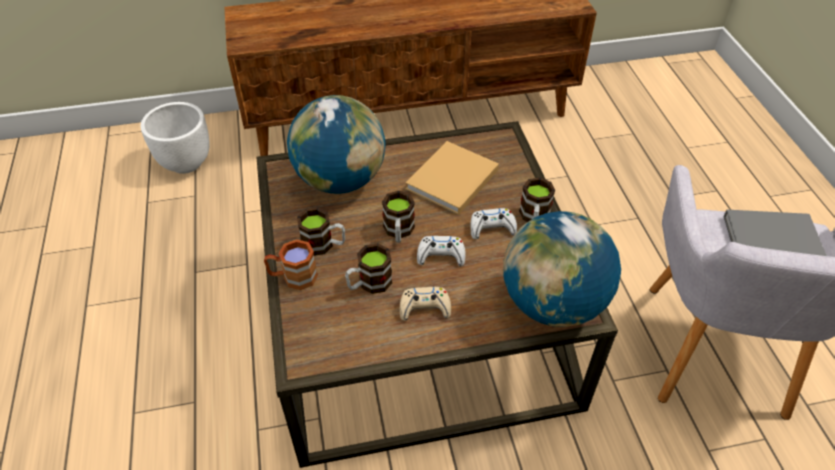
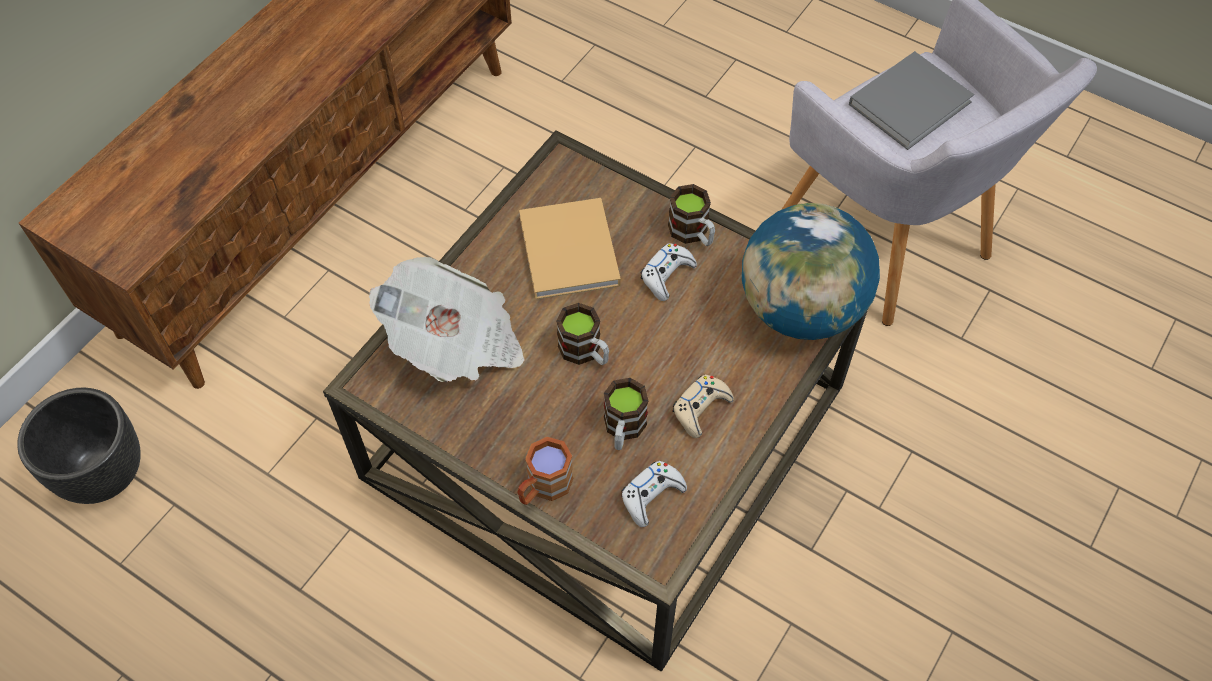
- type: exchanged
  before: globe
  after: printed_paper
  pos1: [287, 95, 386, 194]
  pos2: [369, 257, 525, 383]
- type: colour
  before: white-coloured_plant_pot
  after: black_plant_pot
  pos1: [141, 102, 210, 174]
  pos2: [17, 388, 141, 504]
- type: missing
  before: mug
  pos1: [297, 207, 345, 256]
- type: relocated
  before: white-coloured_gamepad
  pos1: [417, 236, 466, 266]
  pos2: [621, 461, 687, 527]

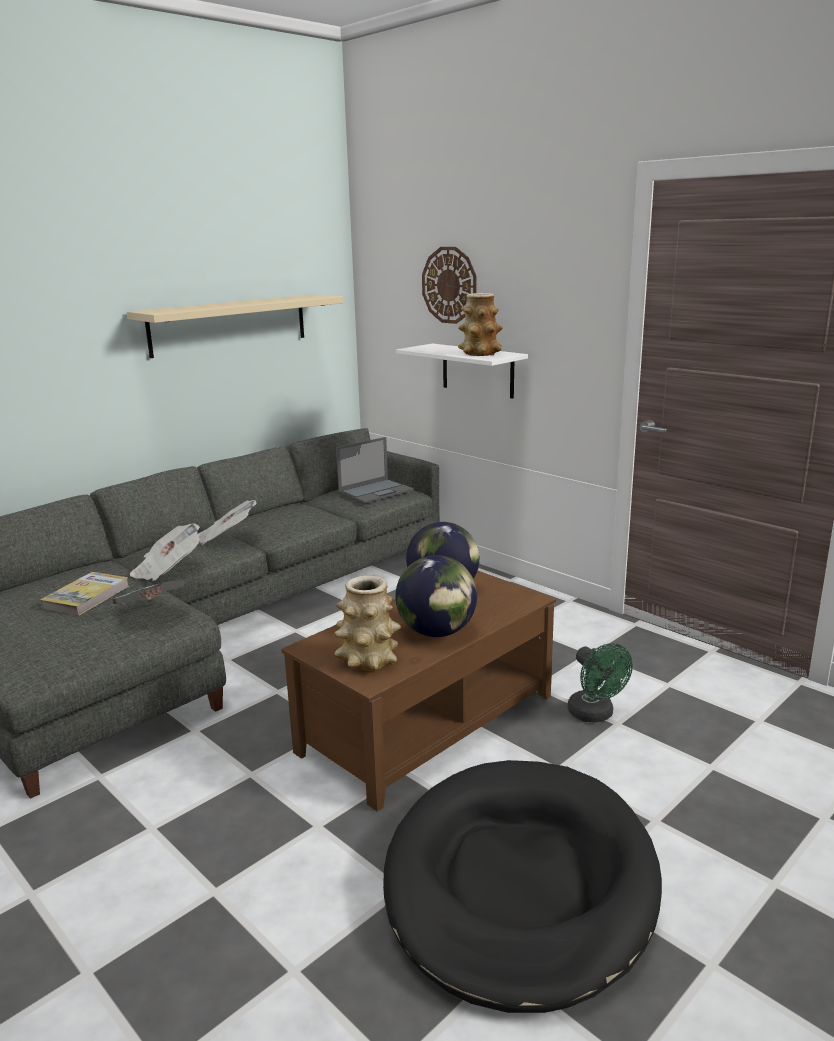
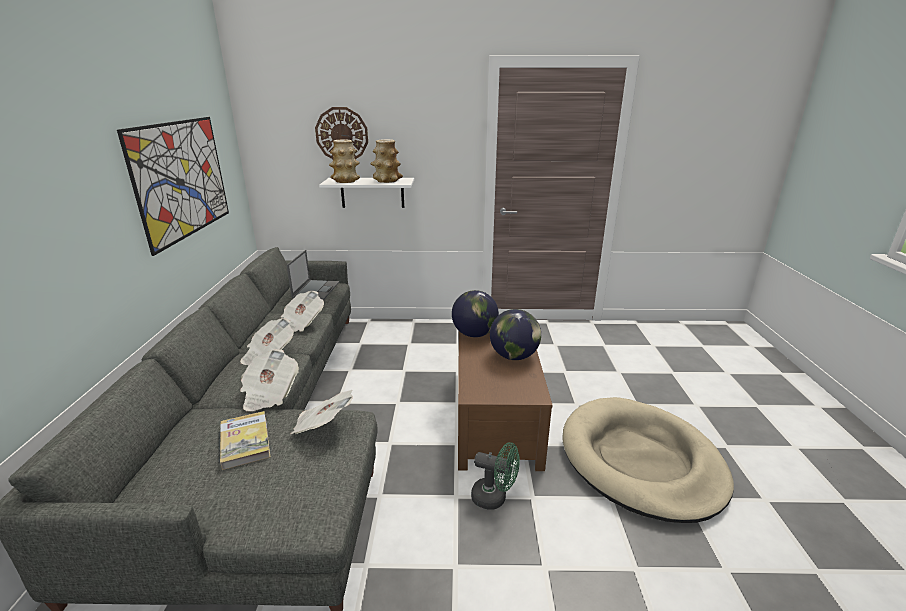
- type: exchanged
  before: beige-coloured_shelf
  after: picture
  pos1: [127, 295, 343, 358]
  pos2: [117, 117, 229, 256]
- type: relocated
  before: vase
  pos1: [334, 575, 401, 671]
  pos2: [329, 139, 360, 183]
- type: relocated
  before: green-coloured_cooling_fan
  pos1: [568, 643, 633, 723]
  pos2: [471, 442, 520, 510]
- type: colour
  before: black_dog_cushion
  after: beige-coloured_dog_cushion
  pos1: [383, 760, 662, 1013]
  pos2: [562, 397, 734, 523]
- type: appeared
  after: printed_paper
  pos2: [281, 291, 324, 332]

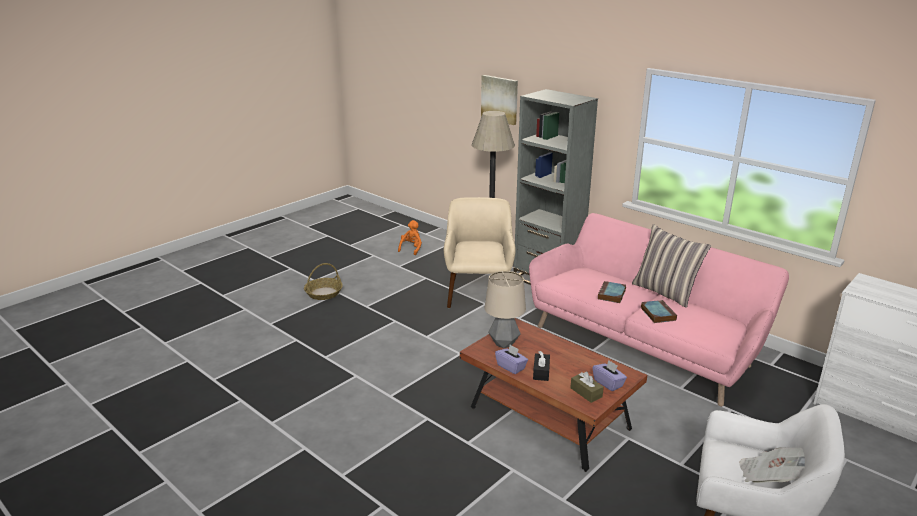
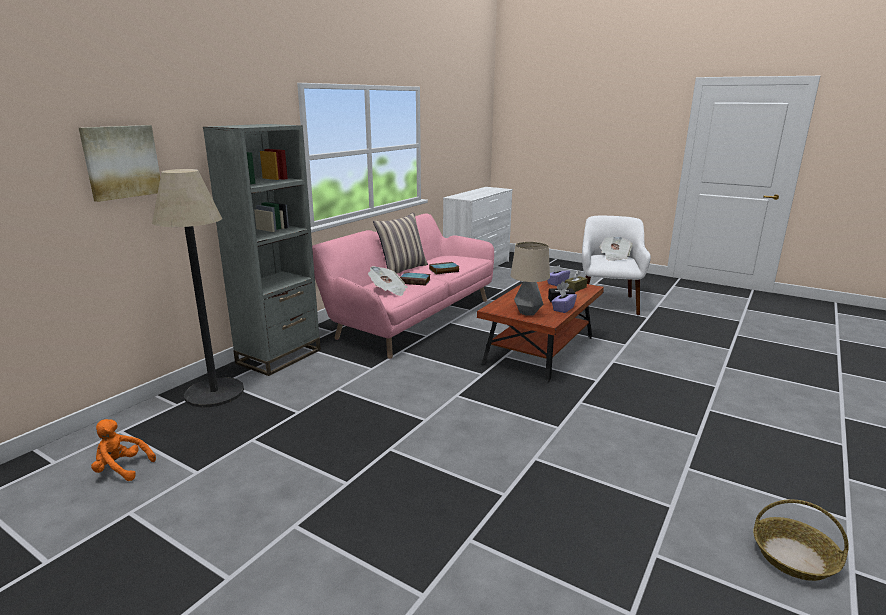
- type: missing
  before: beige-coloured_lounge_chair
  pos1: [444, 197, 516, 308]
- type: relocated
  before: storage_basket
  pos1: [304, 263, 343, 300]
  pos2: [753, 499, 849, 581]
- type: appeared
  after: printed_paper
  pos2: [368, 266, 408, 296]

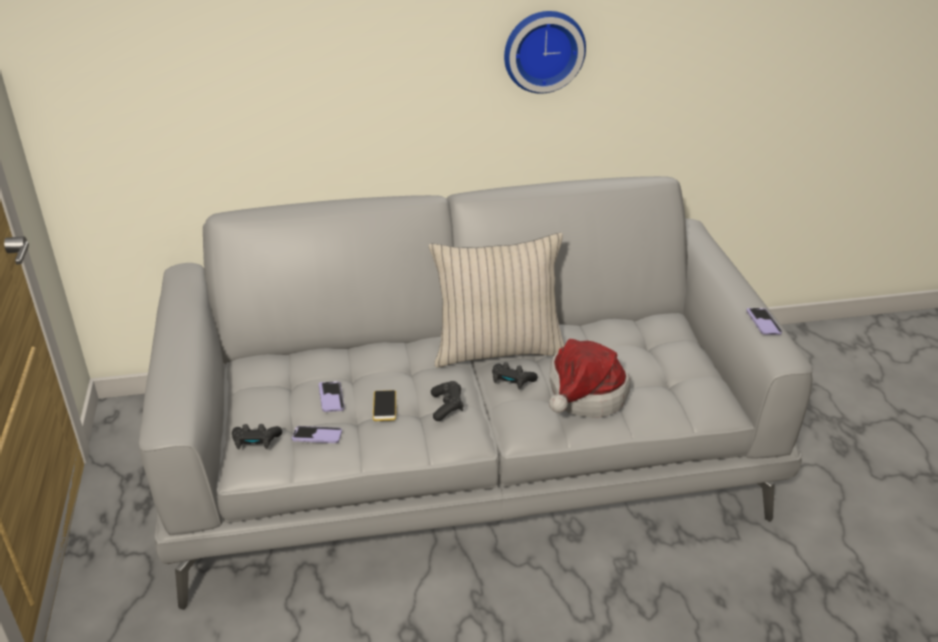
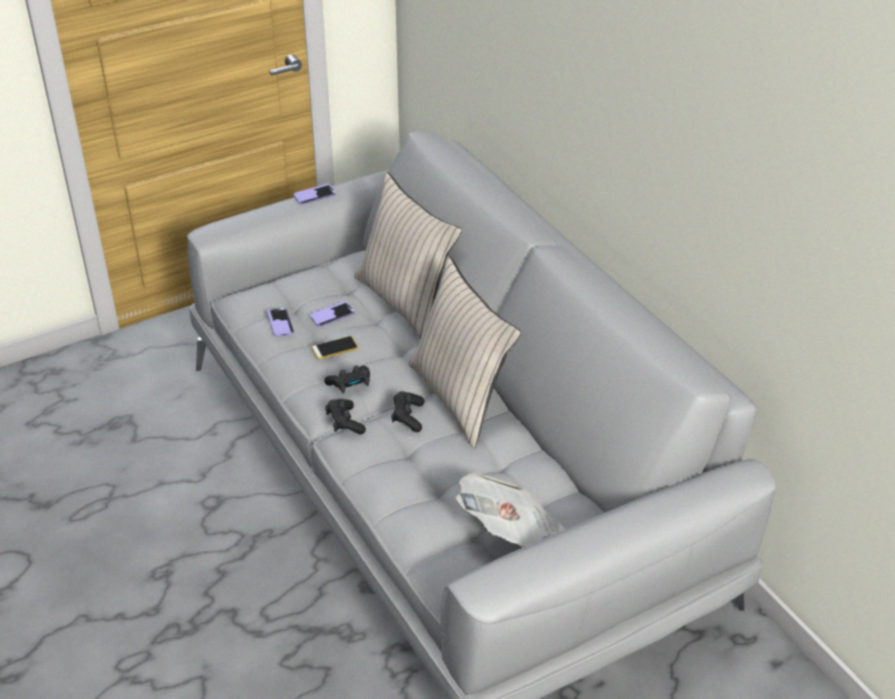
- type: missing
  before: hanging_clock
  pos1: [504, 11, 586, 94]
- type: relocated
  before: handset
  pos1: [746, 308, 782, 335]
  pos2: [294, 184, 336, 205]
- type: missing
  before: wearable_hat
  pos1: [549, 339, 630, 418]
- type: relocated
  before: black_gamepad
  pos1: [232, 424, 282, 450]
  pos2: [325, 399, 366, 434]
- type: appeared
  after: beige-coloured_throw_pillow
  pos2: [354, 172, 462, 340]
- type: appeared
  after: printed_paper
  pos2: [455, 473, 566, 547]

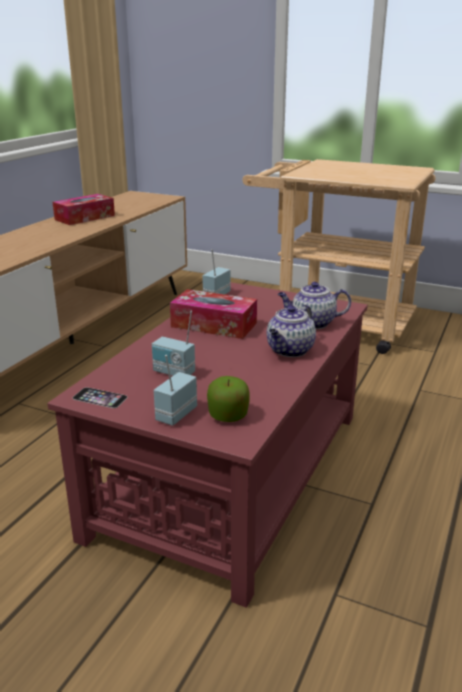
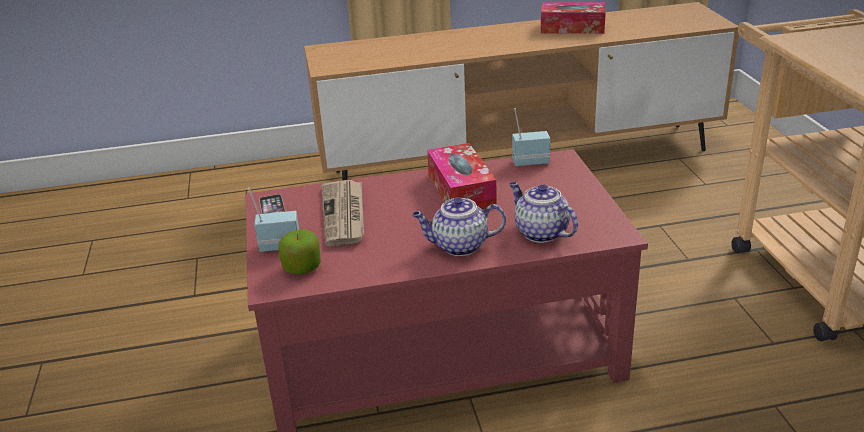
- type: exchanged
  before: radio
  after: printed_paper
  pos1: [152, 311, 195, 376]
  pos2: [321, 180, 364, 246]

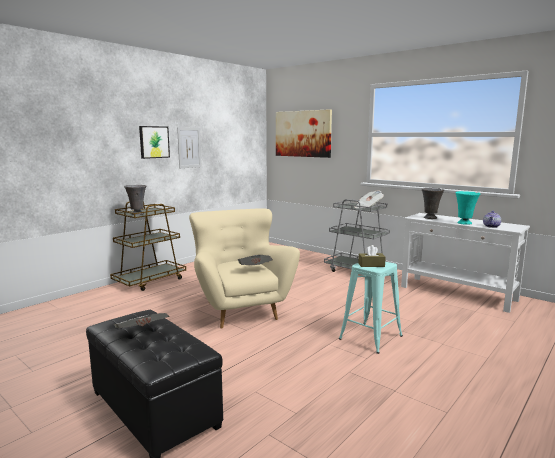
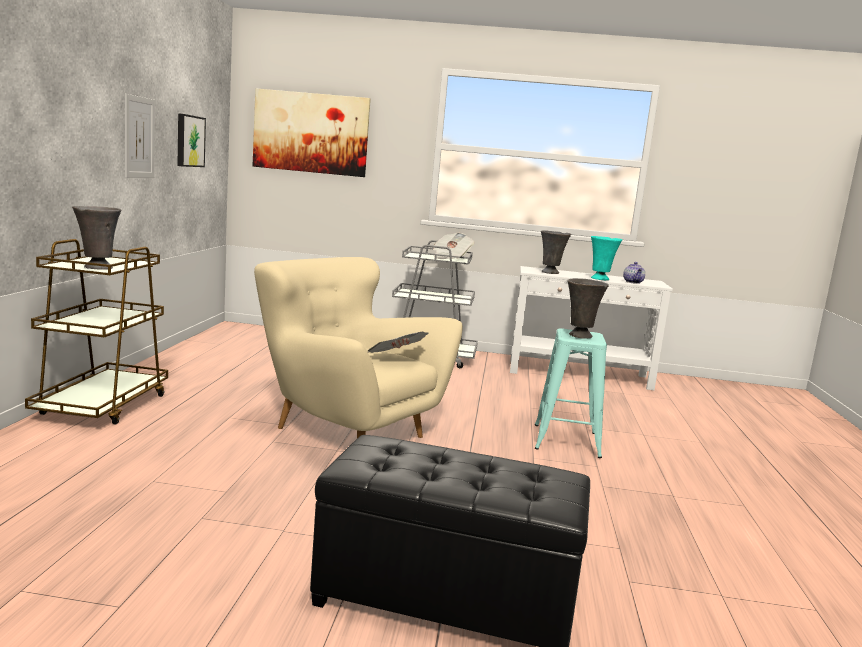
- type: relocated
  before: picture
  pos1: [139, 126, 170, 159]
  pos2: [178, 113, 206, 167]
- type: exchanged
  before: brownish_tissue_box
  after: grey_vase
  pos1: [358, 245, 386, 267]
  pos2: [567, 278, 609, 339]
- type: missing
  before: printed_paper
  pos1: [113, 313, 169, 328]

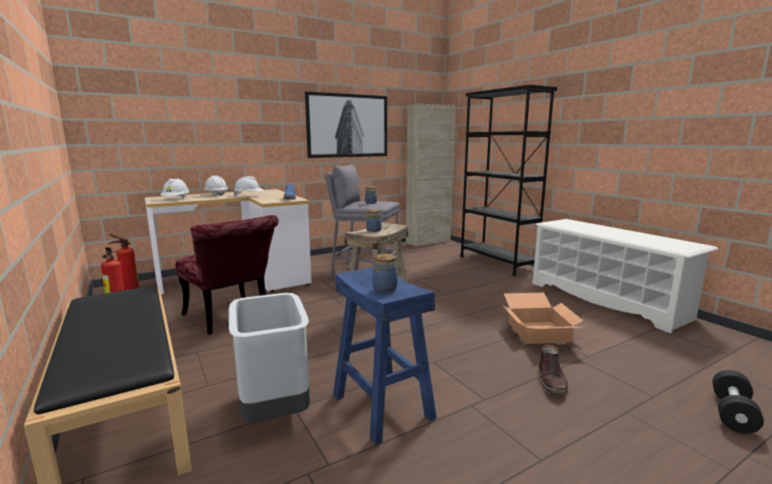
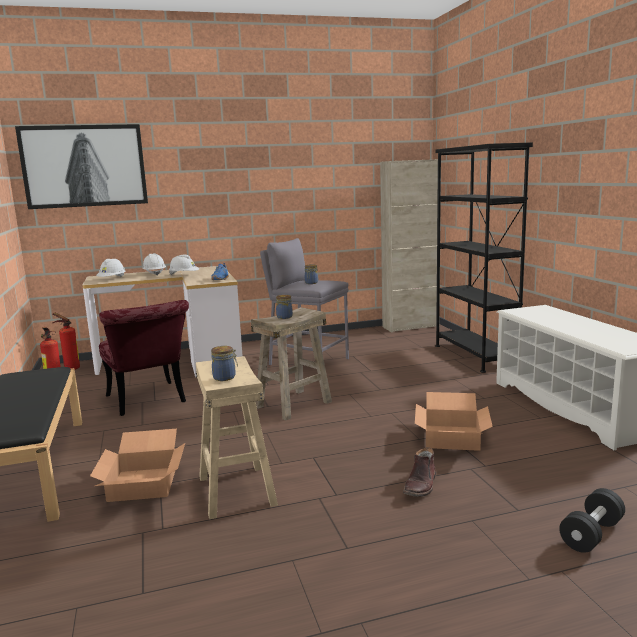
- type: relocated
  before: picture
  pos1: [305, 91, 387, 158]
  pos2: [15, 124, 148, 209]
- type: colour
  before: blue-coloured_sitting_stool
  after: beige-coloured_sitting_stool
  pos1: [333, 267, 437, 445]
  pos2: [196, 356, 278, 519]
- type: exchanged
  before: grey_trash_can
  after: cardboard_box
  pos1: [229, 293, 310, 422]
  pos2: [90, 429, 185, 502]

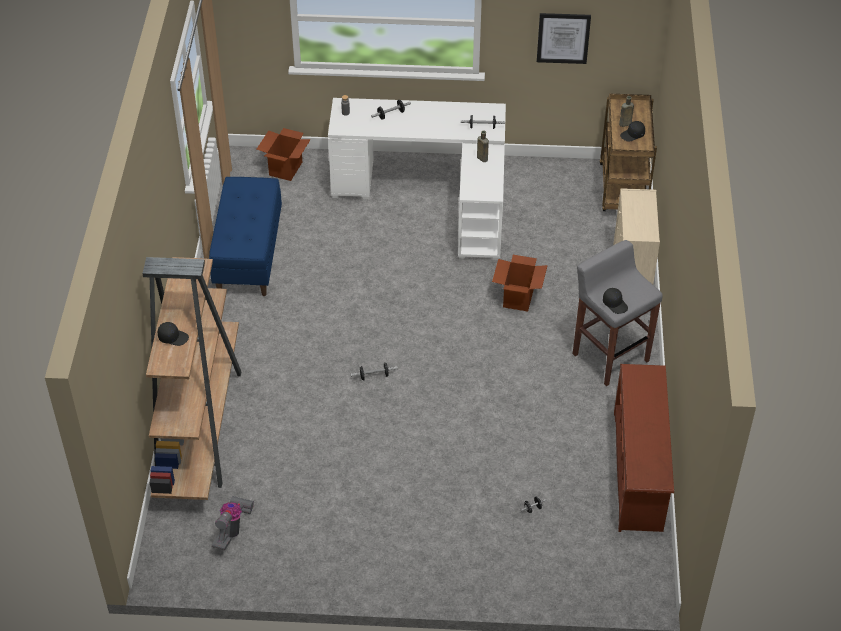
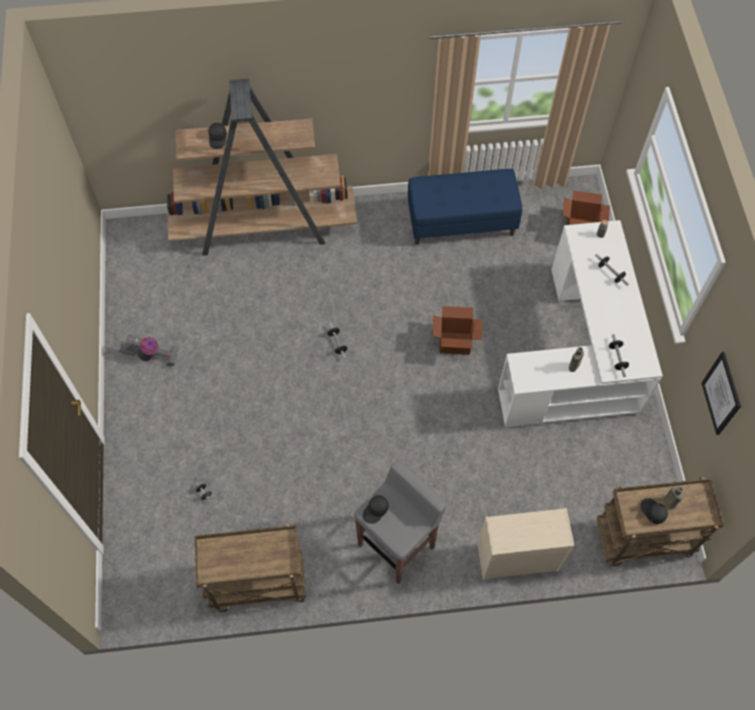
- type: relocated
  before: cardboard_box
  pos1: [492, 255, 548, 312]
  pos2: [432, 306, 482, 355]
- type: exchanged
  before: brownish_shoe_rack
  after: brownish_trolley
  pos1: [614, 364, 674, 532]
  pos2: [195, 524, 306, 612]
- type: relocated
  before: hoover
  pos1: [212, 496, 254, 550]
  pos2: [119, 335, 179, 366]

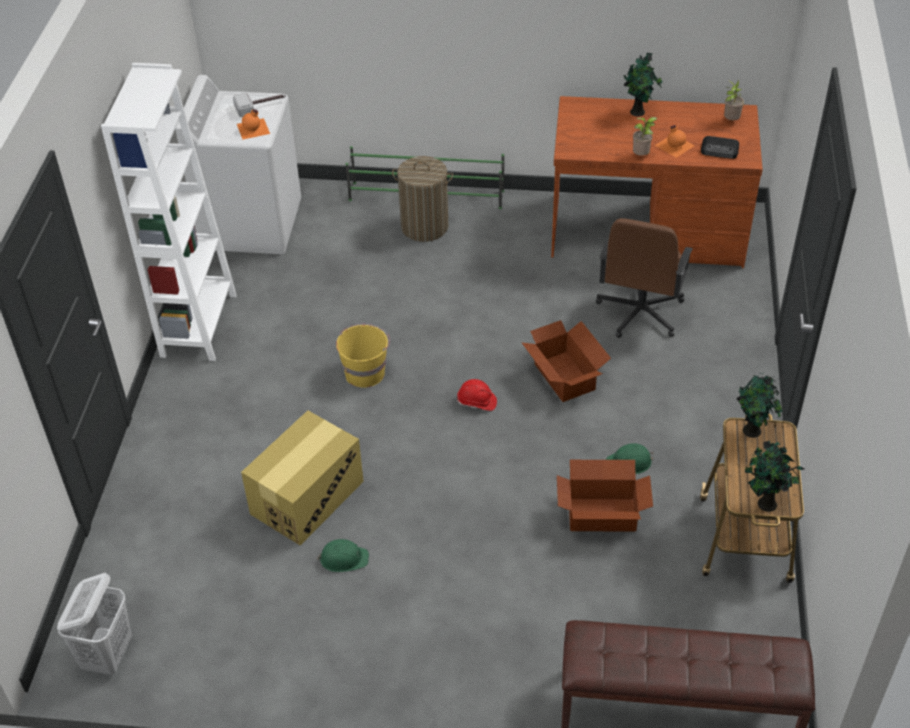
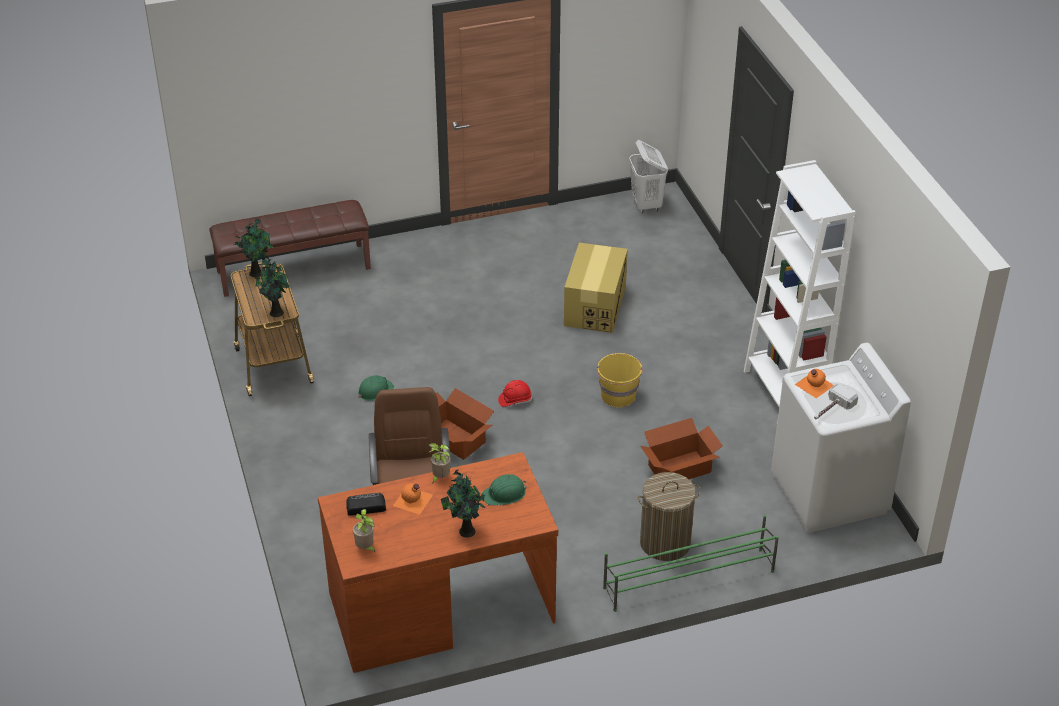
- type: relocated
  before: cardboard_box
  pos1: [557, 460, 653, 532]
  pos2: [640, 418, 723, 479]
- type: relocated
  before: green-coloured_safety_helmet
  pos1: [317, 539, 369, 572]
  pos2: [482, 474, 527, 505]

